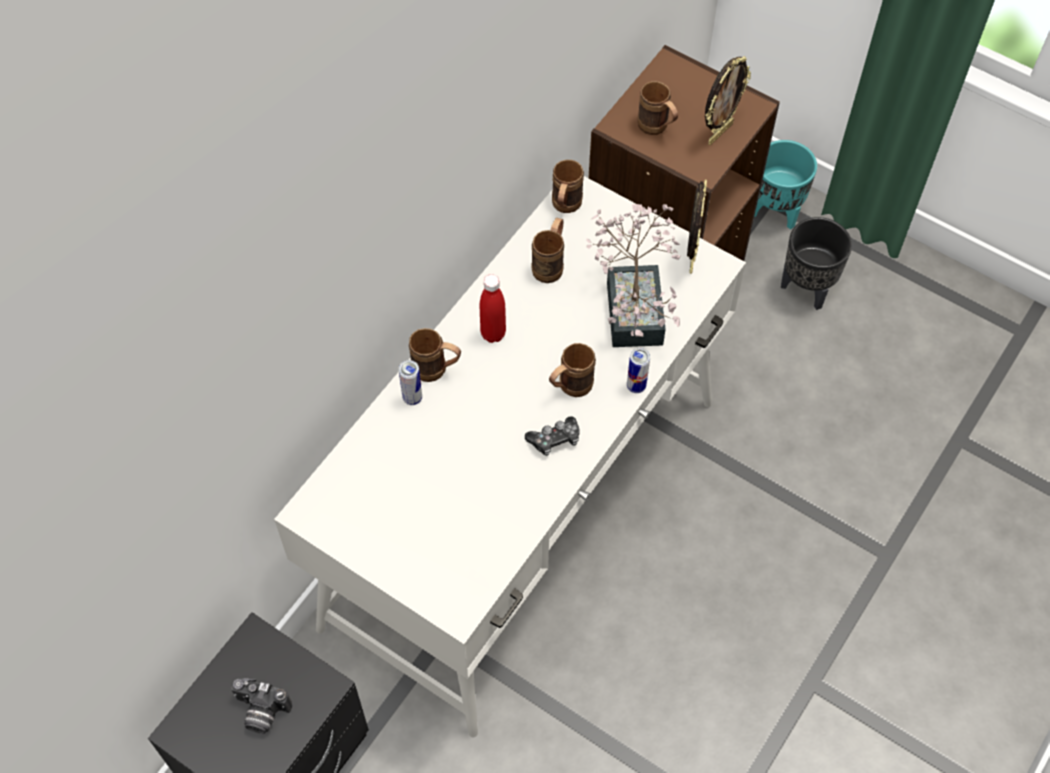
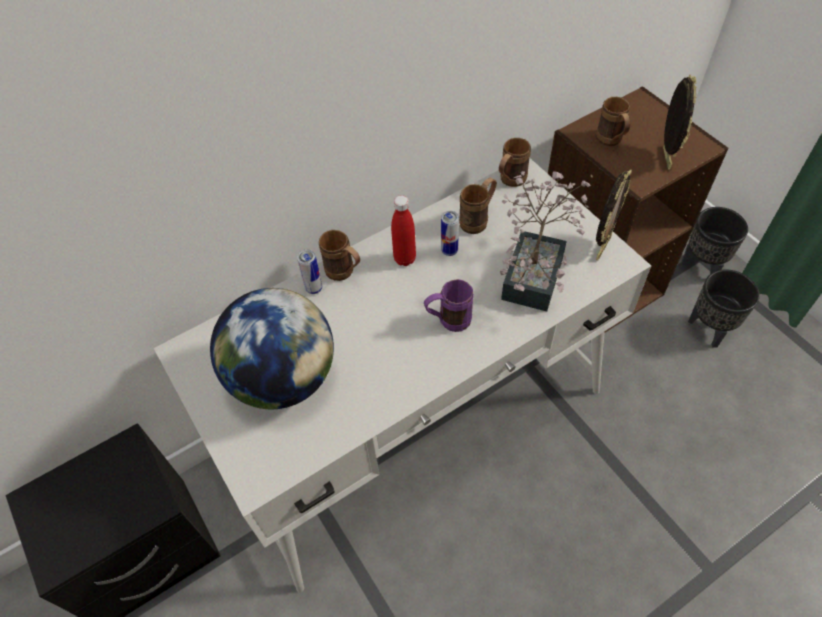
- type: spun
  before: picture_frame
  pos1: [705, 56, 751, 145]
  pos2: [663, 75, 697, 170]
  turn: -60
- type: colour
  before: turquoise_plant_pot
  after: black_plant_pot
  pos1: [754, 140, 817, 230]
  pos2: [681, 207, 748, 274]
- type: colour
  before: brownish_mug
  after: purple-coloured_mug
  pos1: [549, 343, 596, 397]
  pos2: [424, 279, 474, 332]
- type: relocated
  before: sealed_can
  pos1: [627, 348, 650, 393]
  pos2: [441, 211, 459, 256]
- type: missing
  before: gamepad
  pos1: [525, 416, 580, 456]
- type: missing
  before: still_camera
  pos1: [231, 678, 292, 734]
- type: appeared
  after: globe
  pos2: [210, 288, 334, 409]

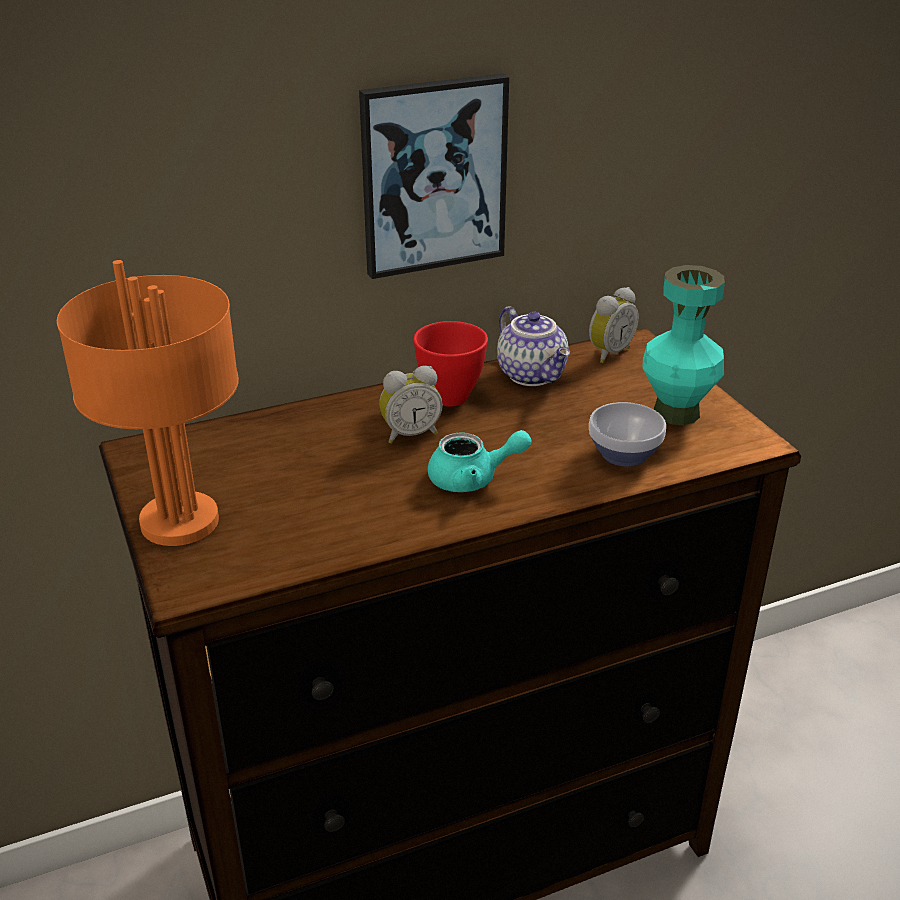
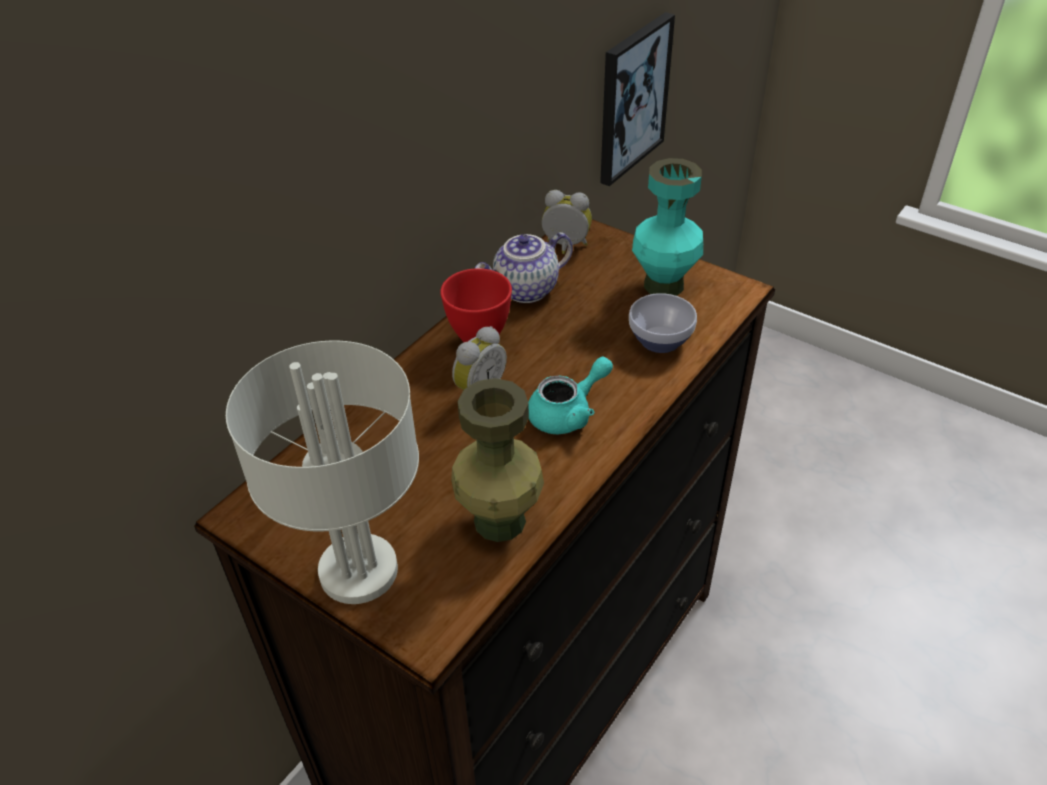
- type: relocated
  before: picture
  pos1: [359, 73, 509, 279]
  pos2: [600, 12, 675, 186]
- type: colour
  before: orange_tabletop_lamp
  after: grey_tabletop_lamp
  pos1: [57, 260, 239, 546]
  pos2: [226, 341, 419, 604]
- type: spun
  before: table_clock
  pos1: [589, 287, 639, 363]
  pos2: [542, 190, 592, 254]
  turn: -90
- type: spun
  before: tea_pot
  pos1: [497, 306, 570, 386]
  pos2: [475, 232, 573, 303]
  turn: 120
- type: appeared
  after: green-coloured_vase
  pos2: [451, 378, 544, 542]

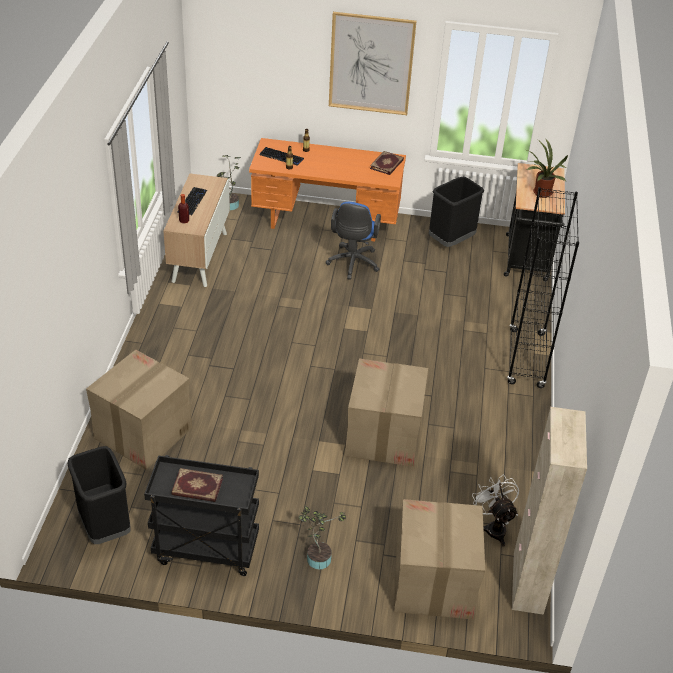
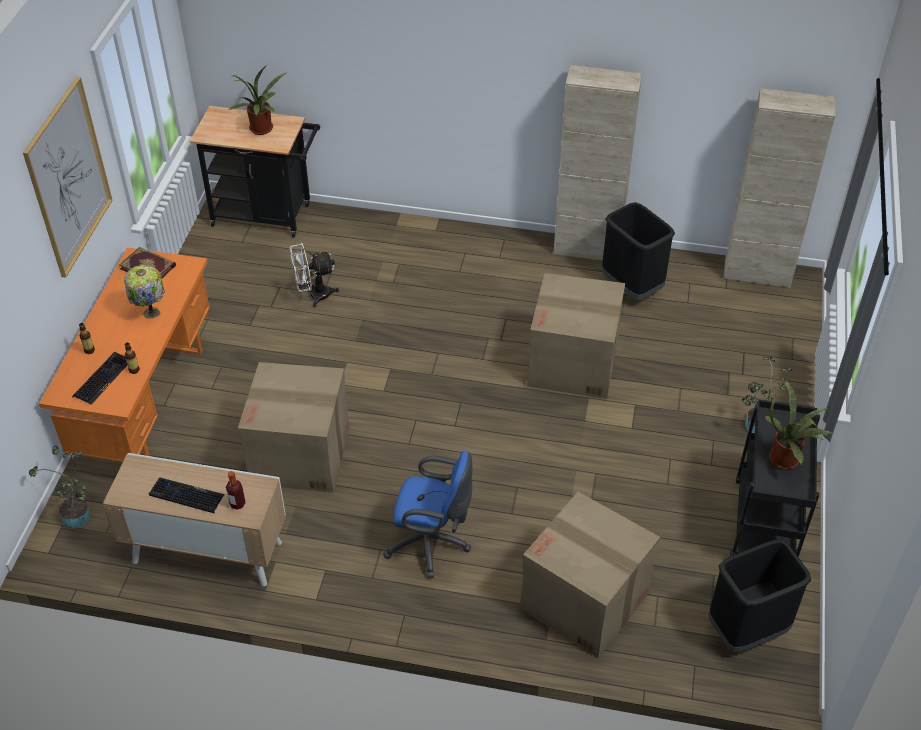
- type: relocated
  before: black_trash_can
  pos1: [429, 177, 484, 247]
  pos2: [602, 202, 675, 300]
- type: missing
  before: black_shelving_unit
  pos1: [507, 187, 579, 388]
- type: relocated
  before: blue-coloured_desk_chair
  pos1: [326, 202, 381, 280]
  pos2: [383, 451, 472, 578]
- type: exchanged
  before: volume
  after: houseplant
  pos1: [171, 468, 223, 502]
  pos2: [765, 380, 833, 469]
- type: relocated
  before: white-coloured_cooling_fan
  pos1: [472, 475, 519, 547]
  pos2: [290, 243, 339, 307]
- type: relocated
  before: cardboard_box
  pos1: [394, 499, 485, 619]
  pos2: [238, 362, 350, 493]
- type: appeared
  after: beige-coloured_cupboard
  pos2: [553, 65, 642, 261]
- type: appeared
  after: tabletop_lamp
  pos2: [124, 265, 165, 319]

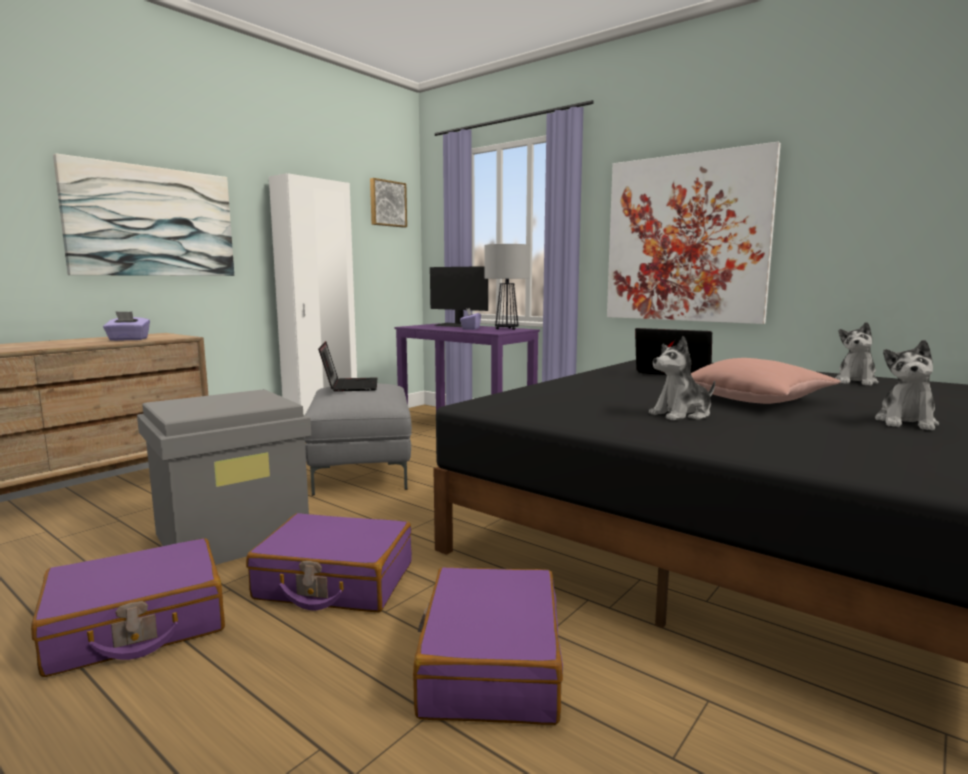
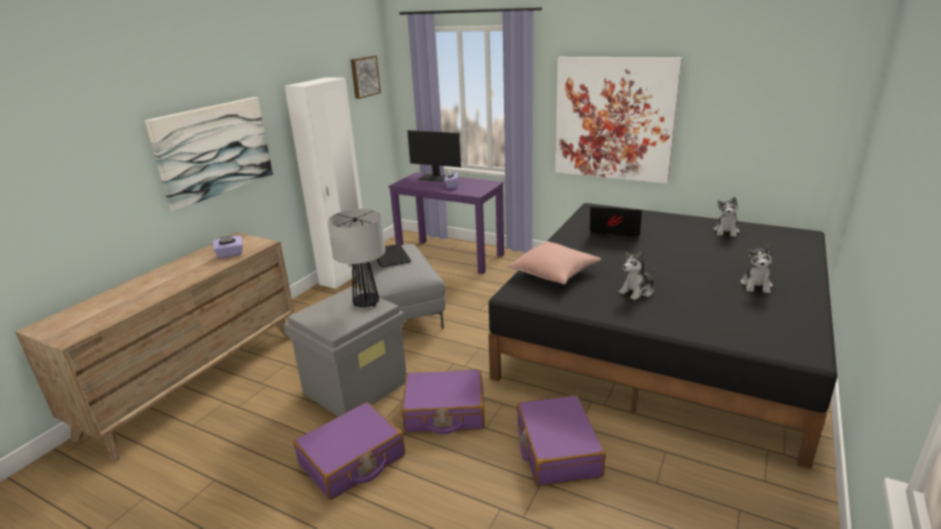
- type: relocated
  before: tabletop_lamp
  pos1: [485, 244, 530, 330]
  pos2: [327, 209, 385, 307]
- type: relocated
  before: pink_throw_pillow
  pos1: [691, 358, 840, 404]
  pos2: [507, 241, 601, 284]

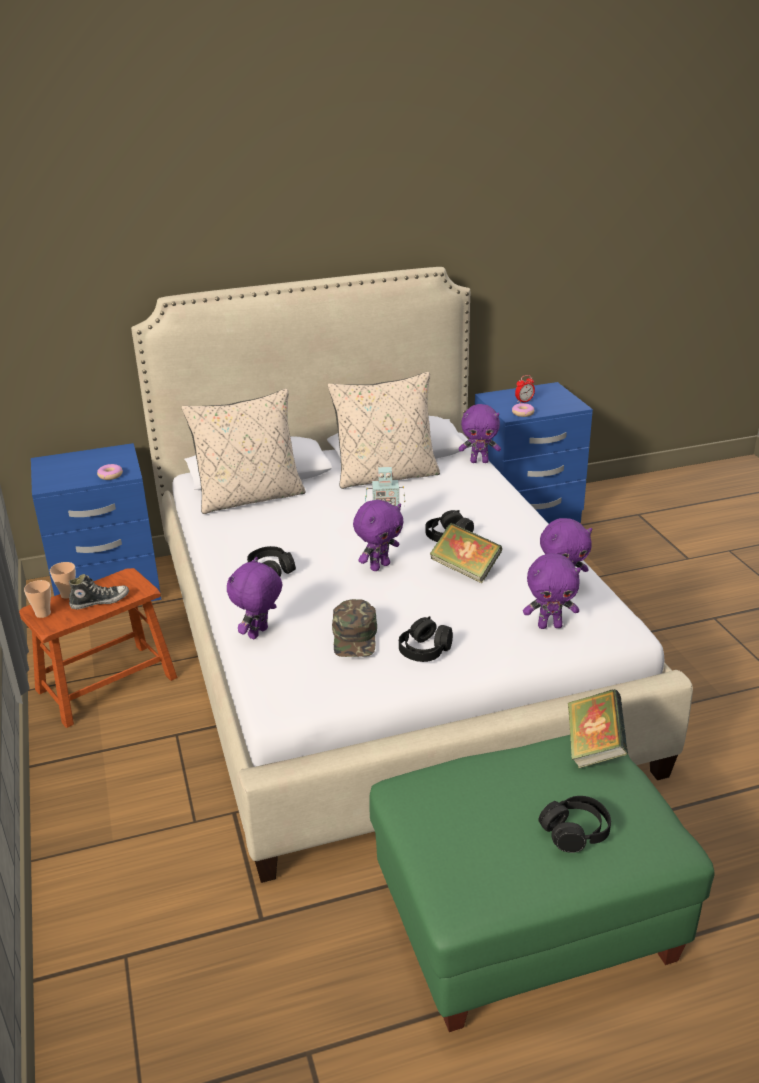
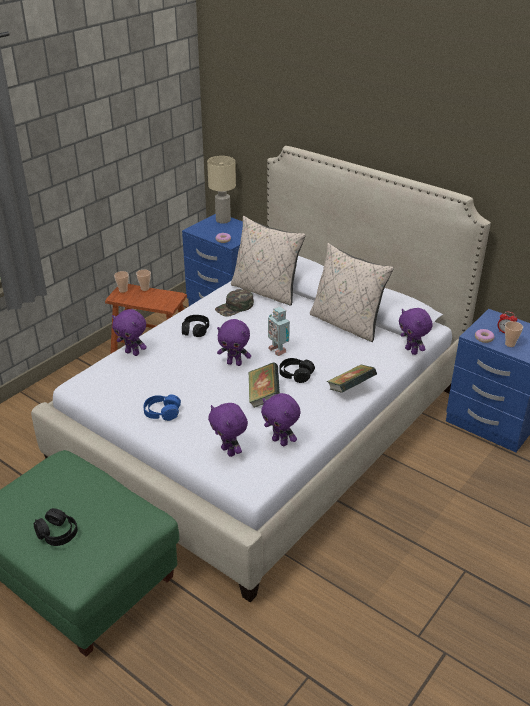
- type: spun
  before: purple-coloured_soft_toy
  pos1: [227, 557, 282, 639]
  pos2: [112, 309, 147, 356]
  turn: -150
- type: missing
  before: shoe
  pos1: [69, 574, 129, 609]
- type: relocated
  before: green-coloured_peaked_cap
  pos1: [332, 599, 377, 657]
  pos2: [215, 289, 254, 317]
- type: colour
  before: black_headphones
  after: blue-coloured_headphones
  pos1: [399, 616, 453, 662]
  pos2: [143, 394, 181, 421]
- type: relocated
  before: volume
  pos1: [568, 689, 628, 768]
  pos2: [327, 364, 377, 393]
- type: appeared
  after: beige-coloured_tabletop_lamp
  pos2: [207, 156, 236, 224]
- type: appeared
  after: drinking_cup
  pos2: [505, 321, 523, 347]

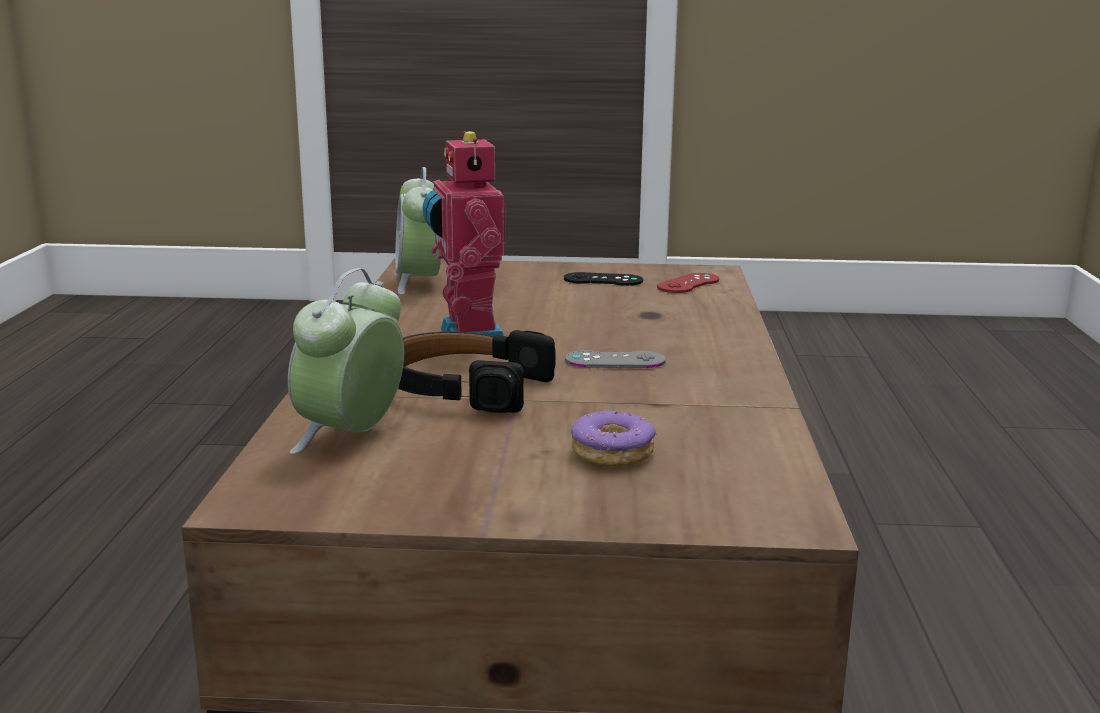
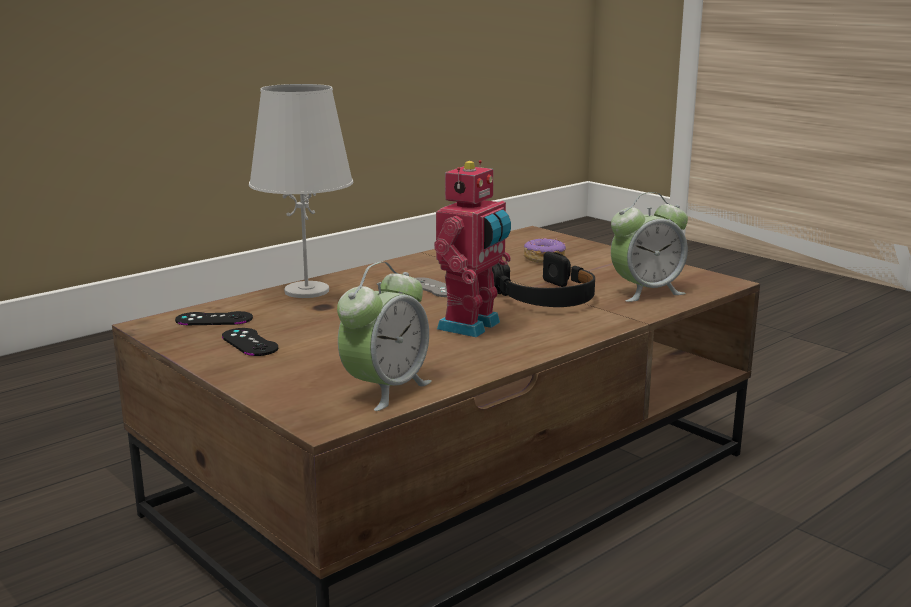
- type: colour
  before: red-coloured_gamepad
  after: black_gamepad
  pos1: [657, 273, 719, 293]
  pos2: [175, 311, 253, 325]
- type: appeared
  after: white-coloured_tabletop_lamp
  pos2: [249, 84, 353, 298]

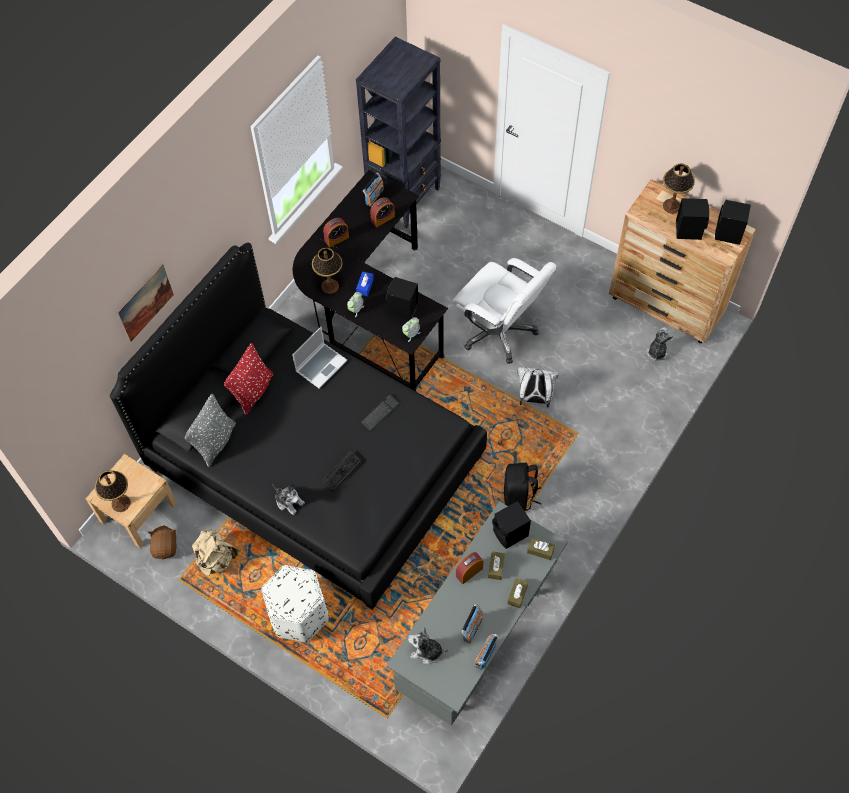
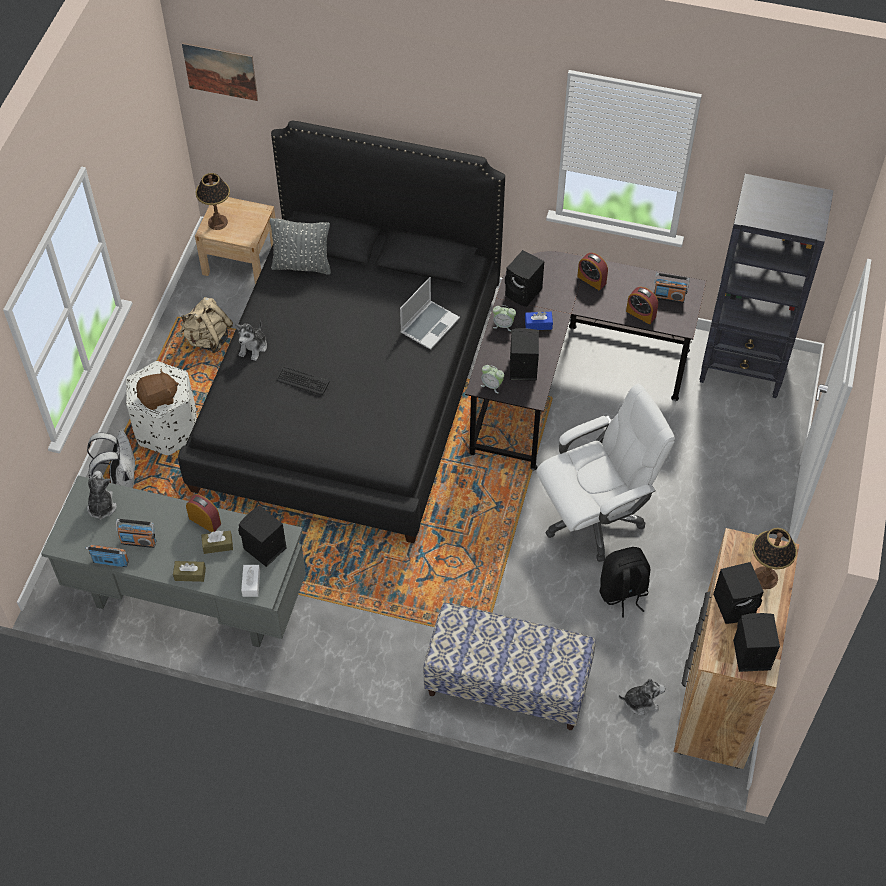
- type: exchanged
  before: tabletop_lamp
  after: black_loudspeaker
  pos1: [312, 248, 343, 294]
  pos2: [505, 250, 544, 307]
- type: spun
  before: white-coloured_desk_chair
  pos1: [452, 258, 556, 364]
  pos2: [537, 384, 675, 562]
  turn: -135
- type: relocated
  before: picture
  pos1: [117, 264, 174, 342]
  pos2: [182, 43, 258, 101]
- type: spun
  before: portable_computer
  pos1: [292, 327, 347, 389]
  pos2: [400, 277, 460, 350]
  turn: -75
- type: missing
  before: red-coloured_throw_pillow
  pos1: [224, 343, 274, 415]
- type: relocated
  before: white-coloured_backpack
  pos1: [517, 367, 559, 407]
  pos2: [87, 430, 136, 488]
- type: missing
  before: computer_keyboard
  pos1: [360, 394, 401, 432]
- type: relocated
  before: black_backpack
  pos1: [504, 463, 542, 511]
  pos2: [599, 547, 650, 618]
- type: relocated
  before: brownish_soft_toy
  pos1: [148, 525, 176, 560]
  pos2: [136, 369, 179, 410]
- type: colour
  before: brownish_tissue_box
  after: white-coloured_tissue_box
  pos1: [527, 538, 555, 560]
  pos2: [241, 565, 260, 597]
- type: appeared
  after: bench
  pos2: [423, 603, 596, 730]

